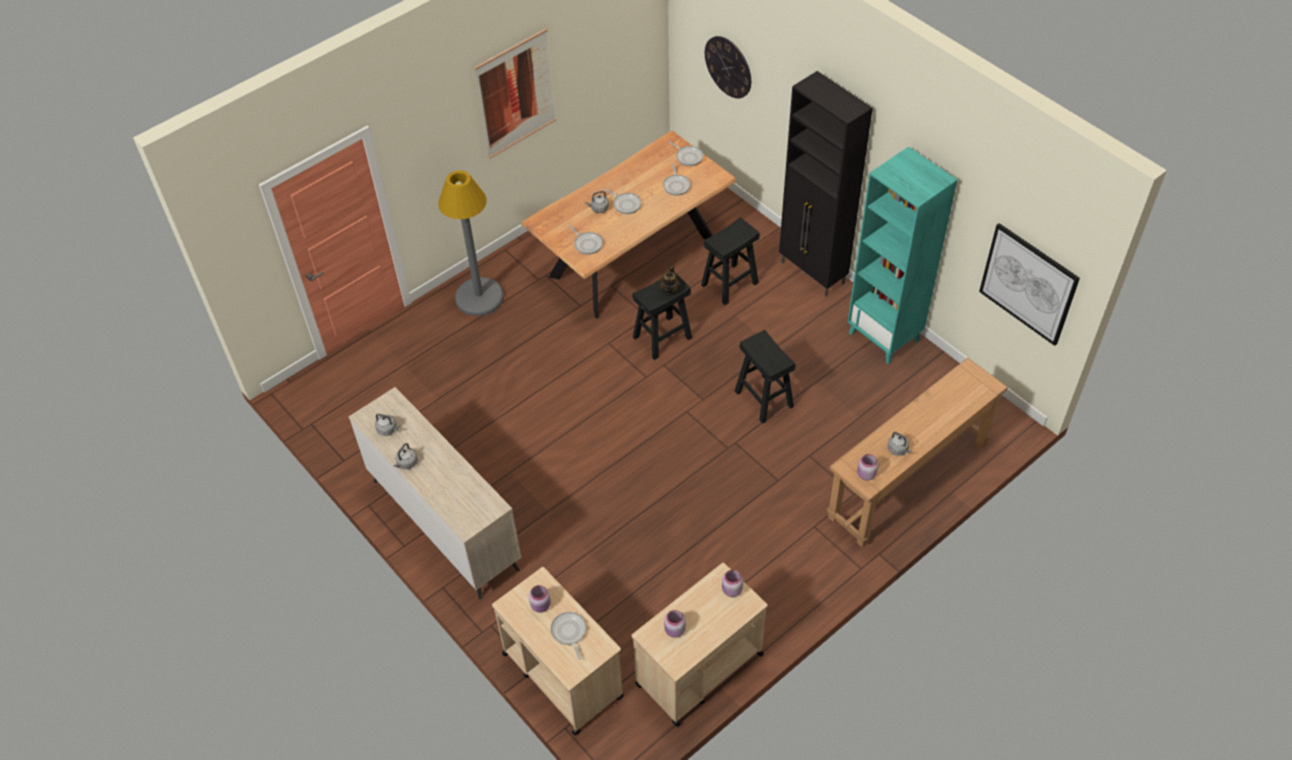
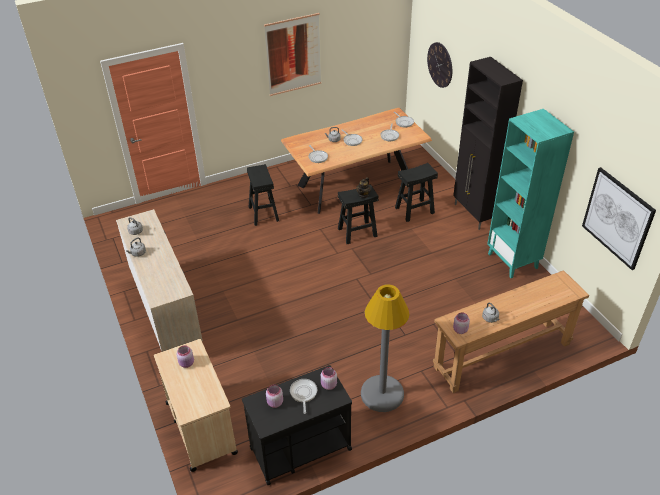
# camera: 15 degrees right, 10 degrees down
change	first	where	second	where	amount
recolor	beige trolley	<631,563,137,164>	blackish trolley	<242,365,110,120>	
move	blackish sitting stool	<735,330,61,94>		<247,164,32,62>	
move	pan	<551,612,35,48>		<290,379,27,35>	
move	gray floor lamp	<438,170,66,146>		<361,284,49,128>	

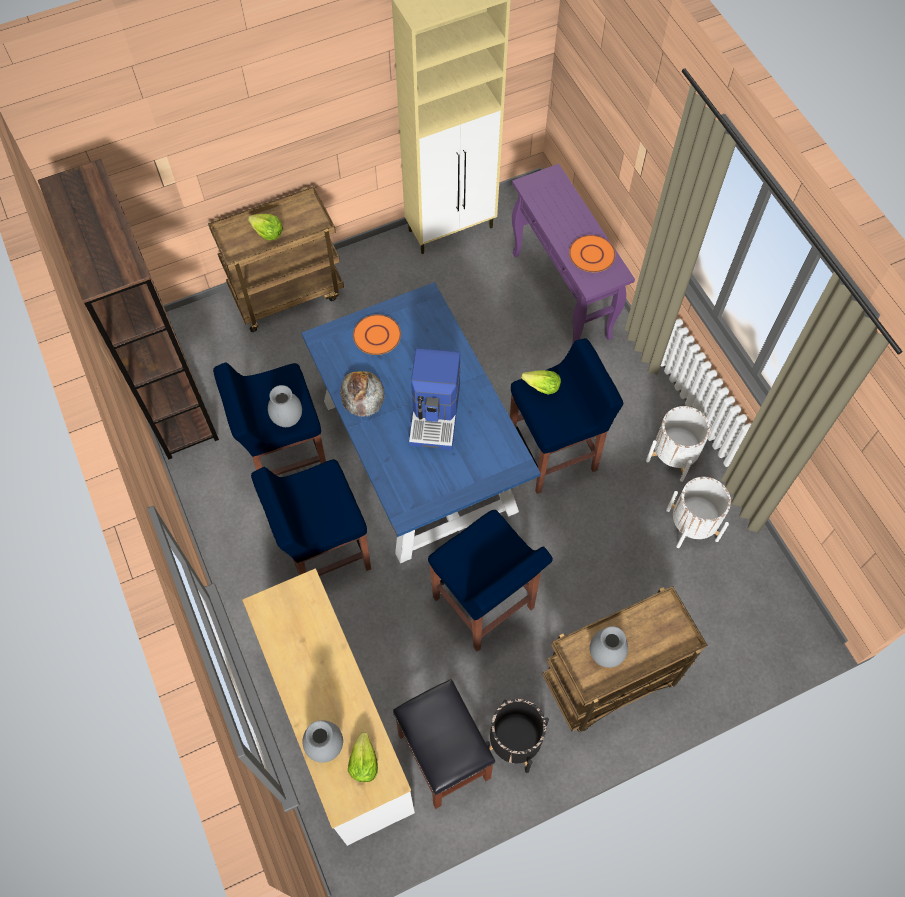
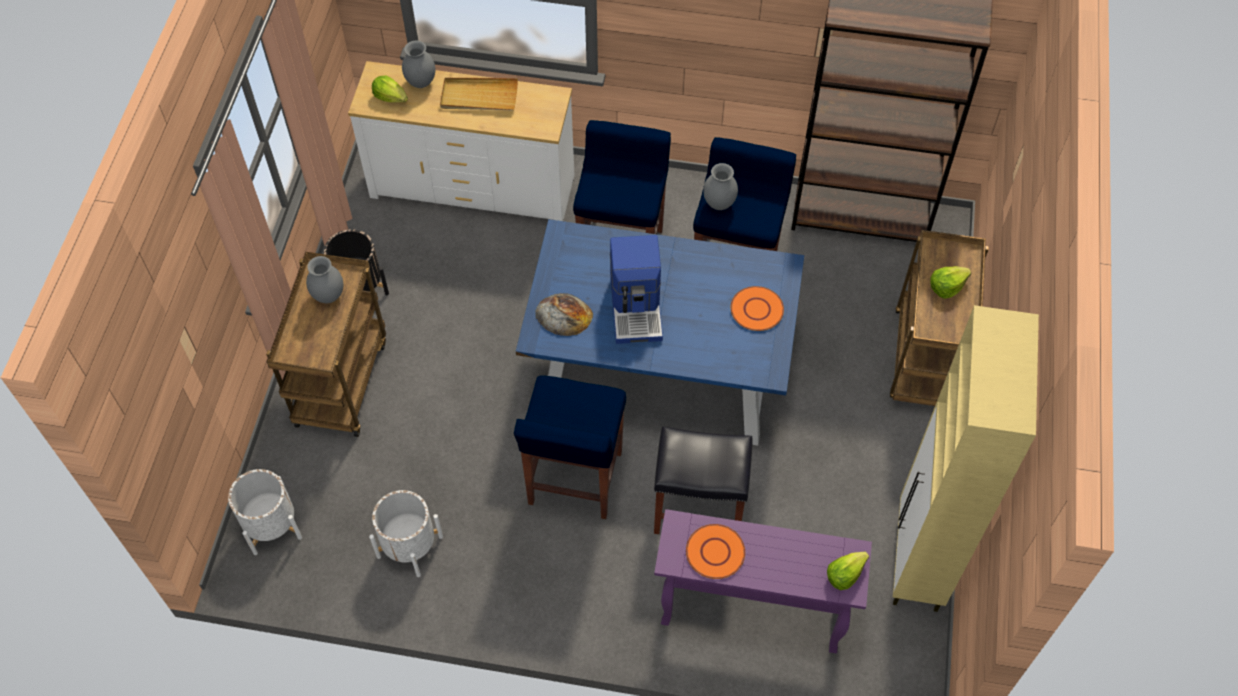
# camera: 125 degrees right, 5 degrees down
change	first	where	second	where	amount
move	white plant pot	<646,406,65,76>		<228,469,74,86>	
insert			beige serving tray	<440,78,78,33>	
move	bakery bread	<340,371,45,46>		<535,293,58,43>	
rotate	coffee maker	<409,348,52,102>		<610,235,53,109>	135 degrees counterclockwise
move	blackish sitting stool	<393,679,102,130>		<654,427,98,107>	
move	lettuce head	<521,370,40,25>		<827,552,42,38>	
delete	blue sitting stool	<428,510,125,142>			

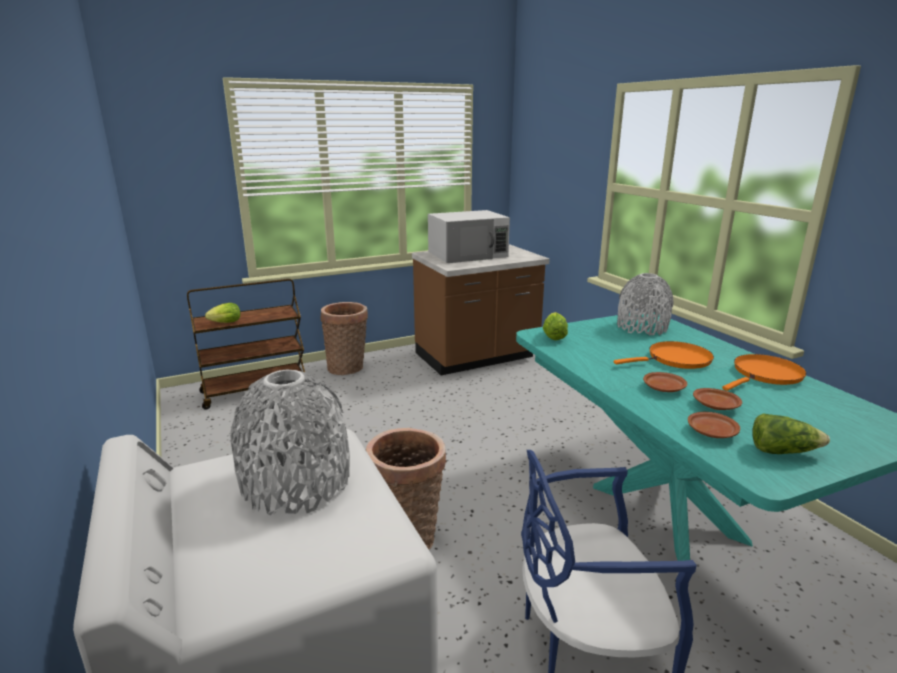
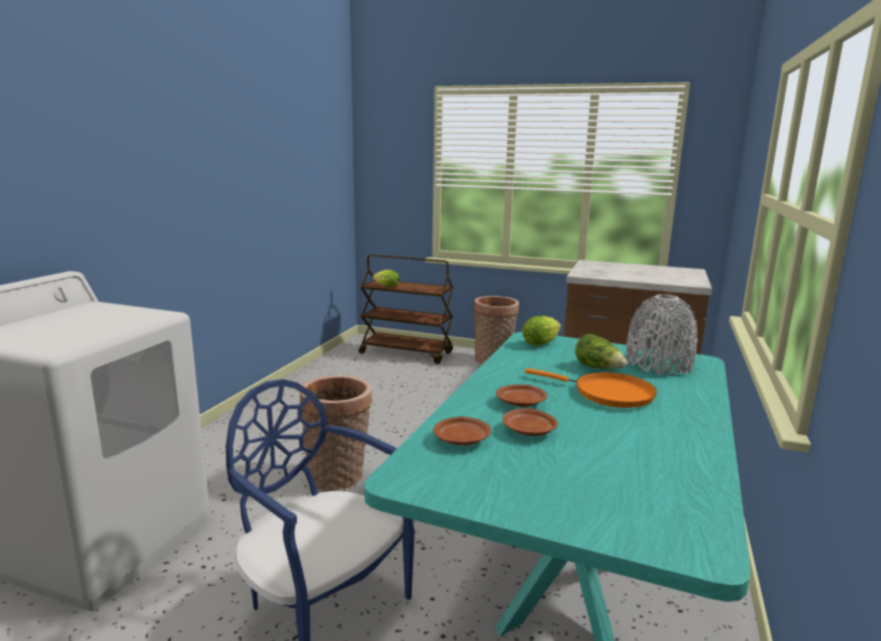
# camera: 45 degrees right, 5 degrees down
change	first	where	second	where	amount
move	lettuce head	<752,413,78,41>		<575,334,52,35>	
delete	gray decorative vase	<230,370,120,146>			
delete	white kitchen microwave	<428,210,82,53>			
delete	orange pan	<722,354,84,37>			

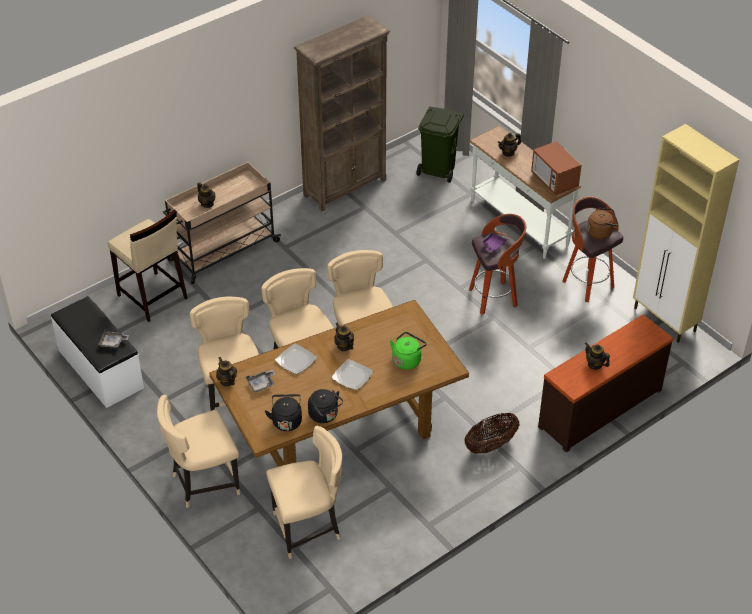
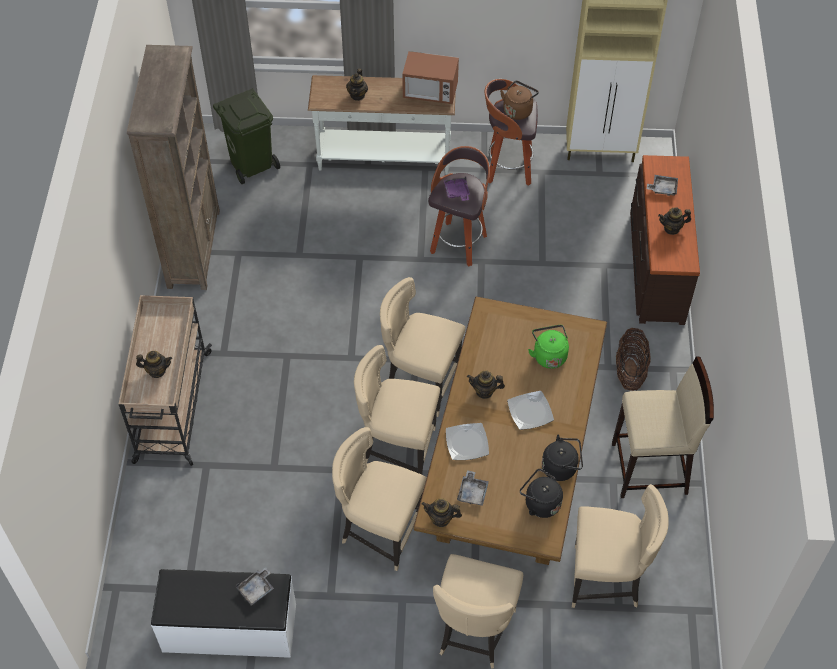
# camera: 50 degrees left, 10 degrees up
change	first	where	second	where	amount
rotate	beige upright chair	<266,426,76,133>		<572,484,97,124>	75 degrees clockwise
move	beige sitting stool	<108,209,79,113>		<612,357,102,141>	
insert			gray serving tray	<647,175,31,21>	

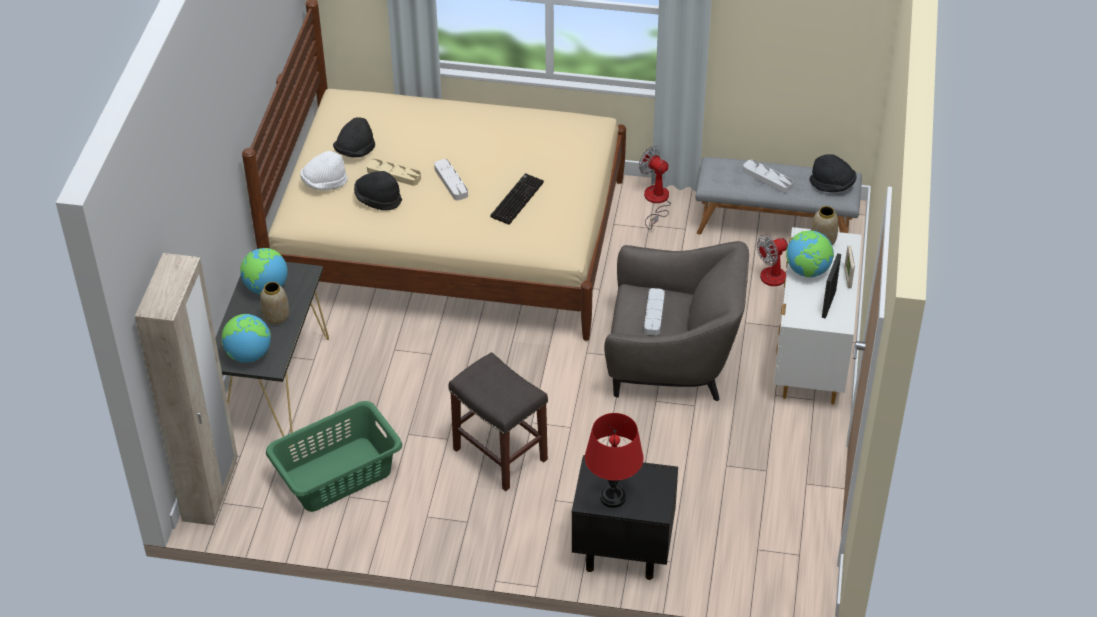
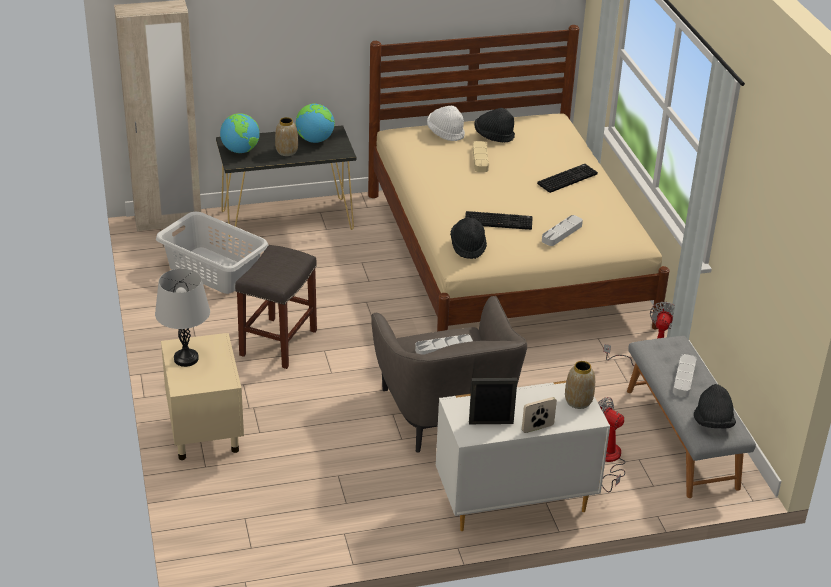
# camera: 65 degrees right, 10 degrees down
change	first	where	second	where	amount
recolor	reddish tabletop lamp	<585,413,59,95>	gray tabletop lamp	<155,269,55,98>	
recolor	greenish washing basket	<266,401,136,111>	gray washing basket	<156,212,113,82>	
recolor	blackish nightstand	<572,455,106,125>	beige nightstand	<161,333,83,127>	
move	blackish clothing hat	<354,171,48,39>		<450,218,37,41>	
insert			PC keyboard	<537,164,61,29>	
move	gray serving tray	<434,159,34,42>		<542,215,41,31>	
delete	world globe	<786,230,48,47>			

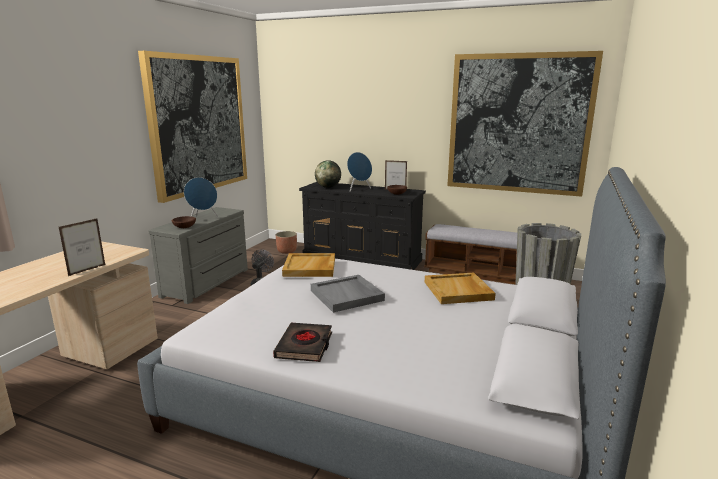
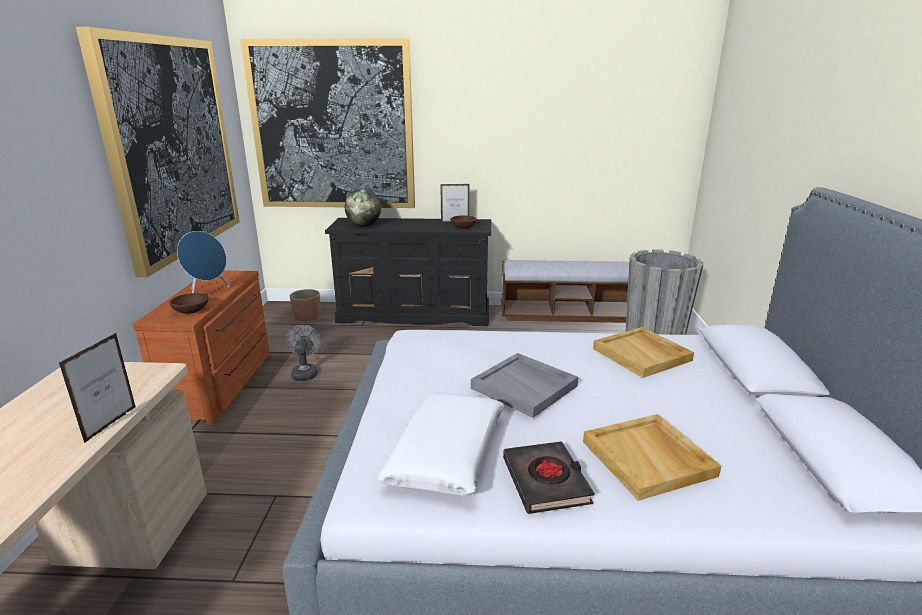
# camera: 20 degrees left, 5 degrees up
change	first	where	second	where	amount
recolor	gray dresser	<149,207,99,97>	brown-coloured dresser	<133,270,137,154>	
move	wall art	<447,51,156,146>		<240,38,175,170>	
insert			white throw pillow	<377,393,128,103>	
move	beige serving tray	<282,253,53,24>		<583,414,138,87>	
delete	blue audio speaker	<347,152,25,40>			

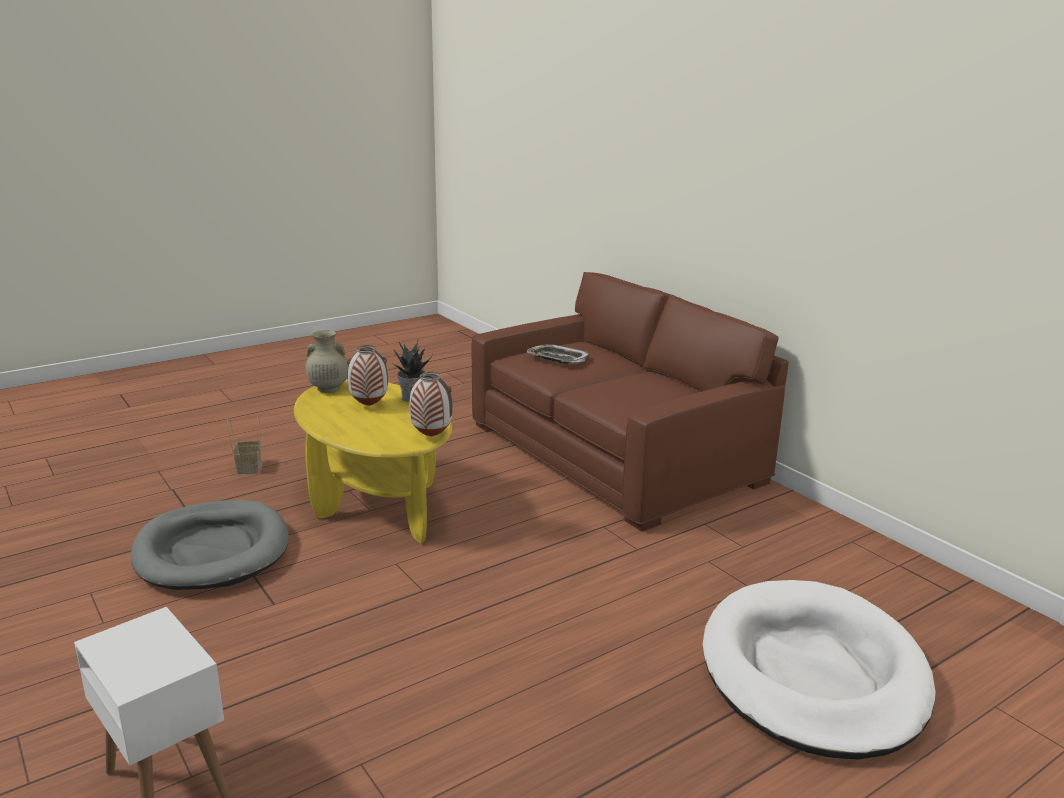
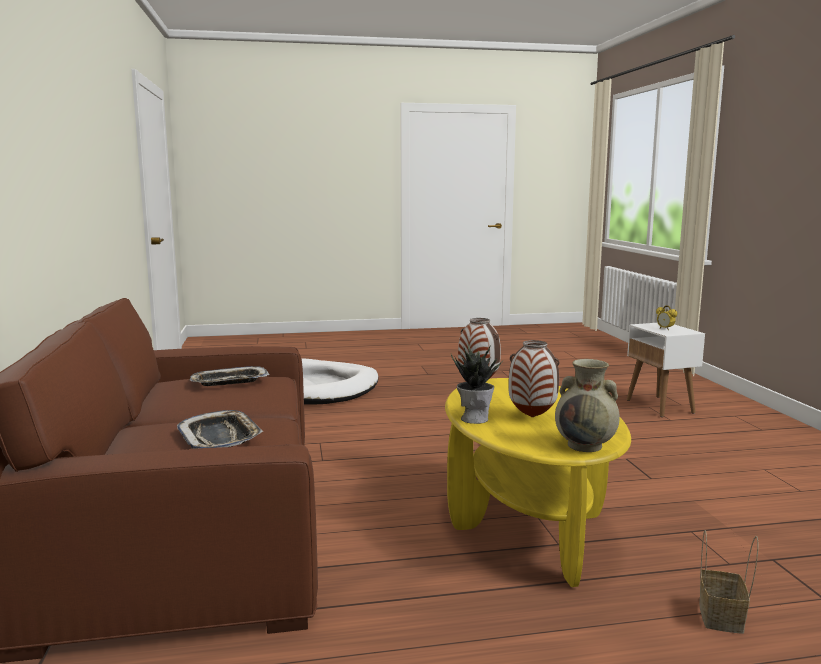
# camera: 155 degrees left, 10 degrees down
change	first	where	second	where	amount
insert			serving tray	<189,366,81,20>	
insert			alarm clock	<656,305,21,25>	
delete	gray dog bed	<131,500,158,90>			

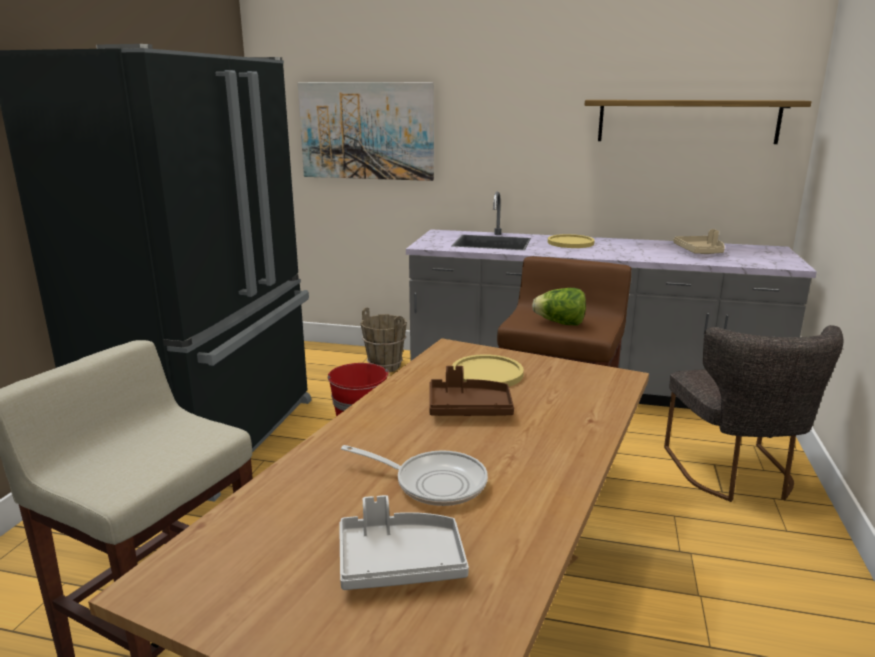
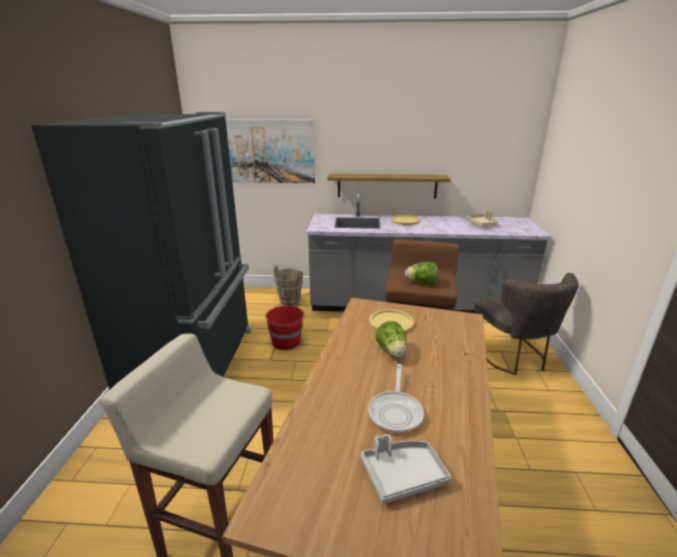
# camera: 10 degrees left, 5 degrees up
change	first	where	second	where	amount
move	bracket shelf	<584,100,228,44>		<328,174,123,25>	
rotate	pan	<341,445,147,61>		<368,364,56,69>	90 degrees clockwise
replace	brown-coloured serving tray	<429,366,85,50>	lettuce head	<376,321,31,37>	

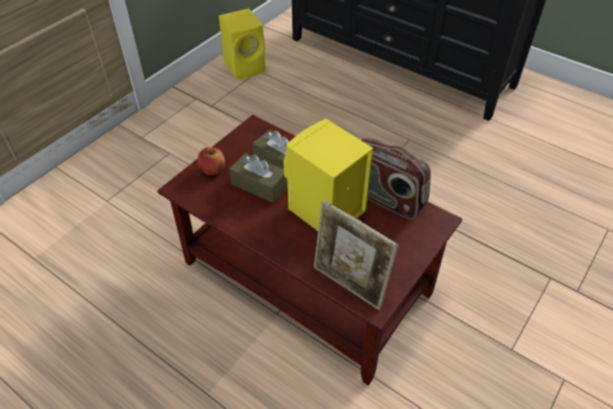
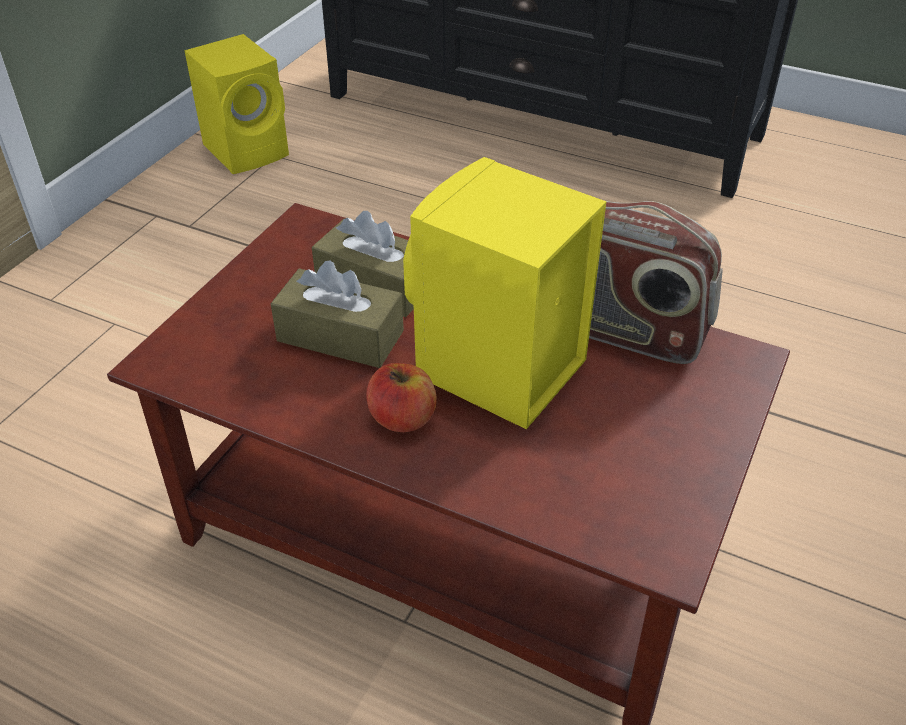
# camera: 10 degrees left, 5 degrees down
change	first	where	second	where	amount
move	whole apple	<198,147,27,28>		<366,363,71,69>	
delete	standing frame	<314,200,85,110>			

